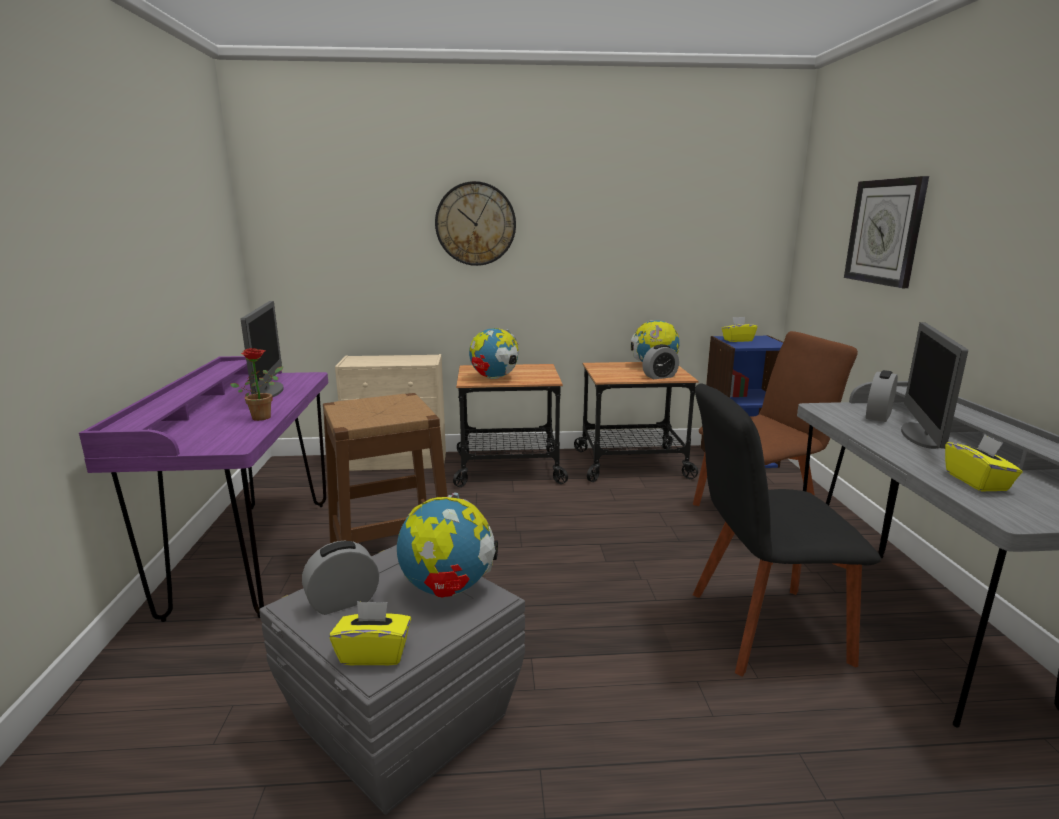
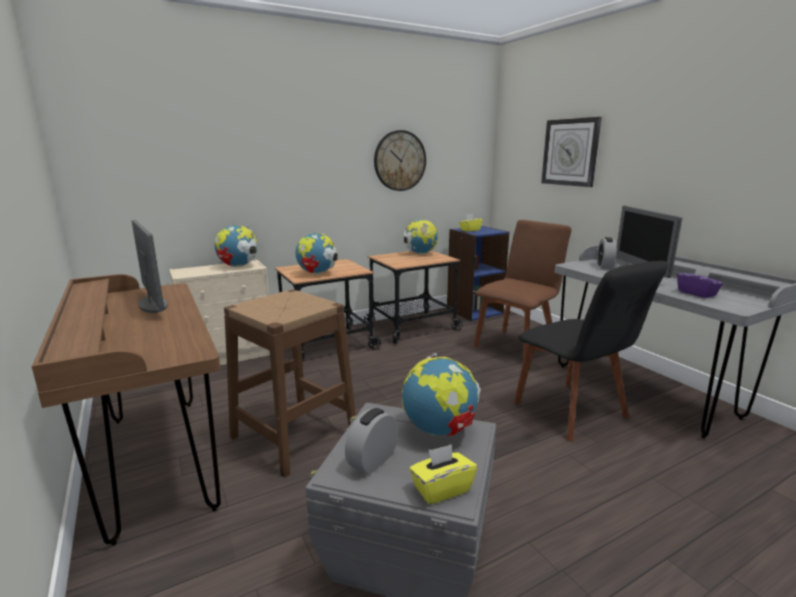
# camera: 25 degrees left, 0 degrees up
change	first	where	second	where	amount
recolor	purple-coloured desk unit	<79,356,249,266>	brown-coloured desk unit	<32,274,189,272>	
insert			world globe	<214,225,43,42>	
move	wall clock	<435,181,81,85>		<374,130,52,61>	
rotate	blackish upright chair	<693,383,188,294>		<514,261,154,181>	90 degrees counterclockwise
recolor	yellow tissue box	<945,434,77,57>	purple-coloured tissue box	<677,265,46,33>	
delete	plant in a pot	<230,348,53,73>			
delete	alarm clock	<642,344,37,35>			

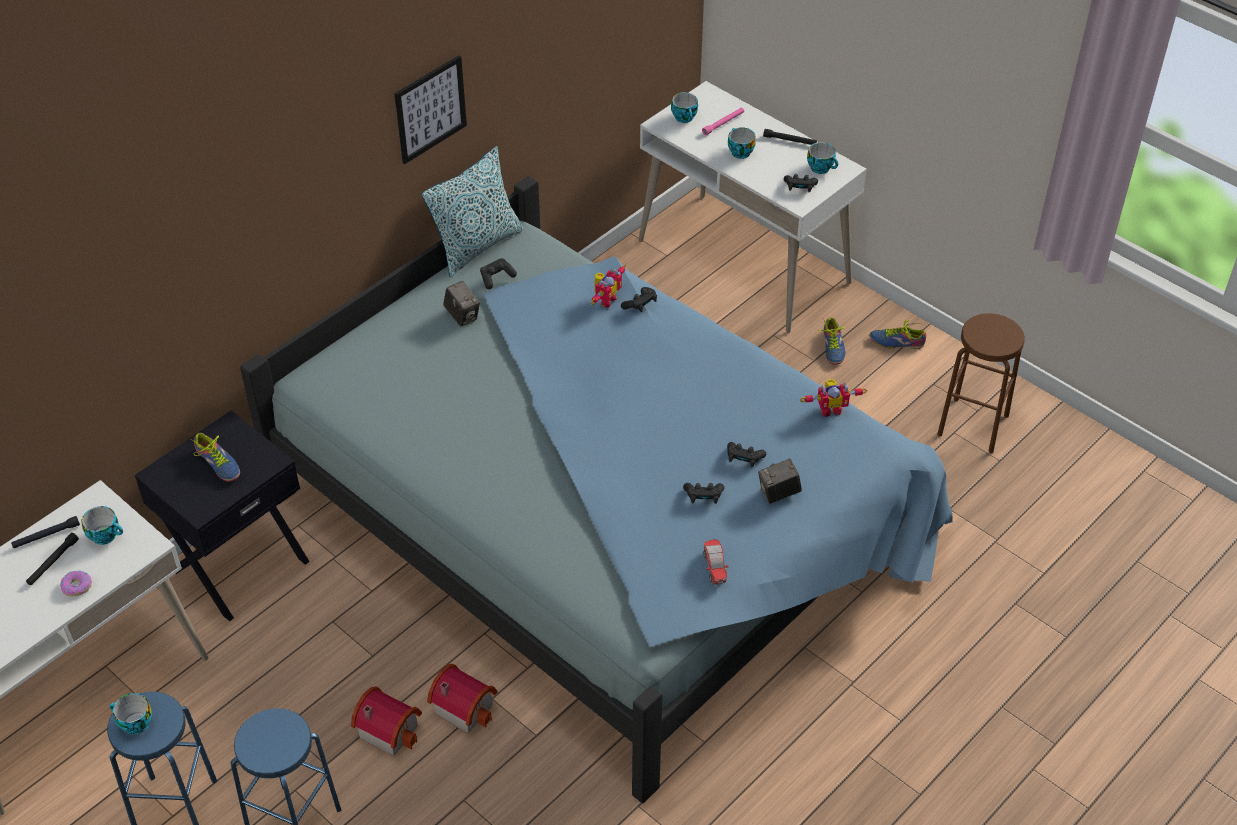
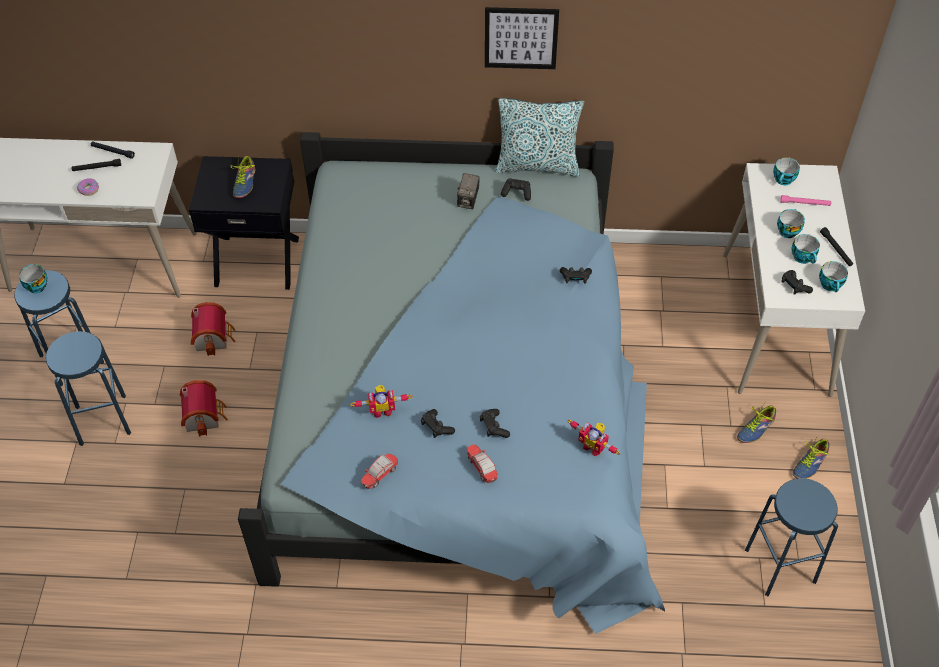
# camera: 50 degrees right, 5 degrees up
change	first	where	second	where	amount
move	miniature house	<427,664,70,70>		<191,302,45,54>	
move	robot figure	<591,265,35,42>		<350,385,62,33>	
replace	still camera	<758,459,44,45>	model car	<467,444,31,39>	
recolor	brown-coloured sitting stool	<937,313,88,140>	blue sitting stool	<745,478,93,118>	
move	drinking cup	<81,506,42,39>		<792,234,28,30>	
rotate	item of footwear	<870,320,56,29>		<793,436,36,43>	105 degrees counterclockwise

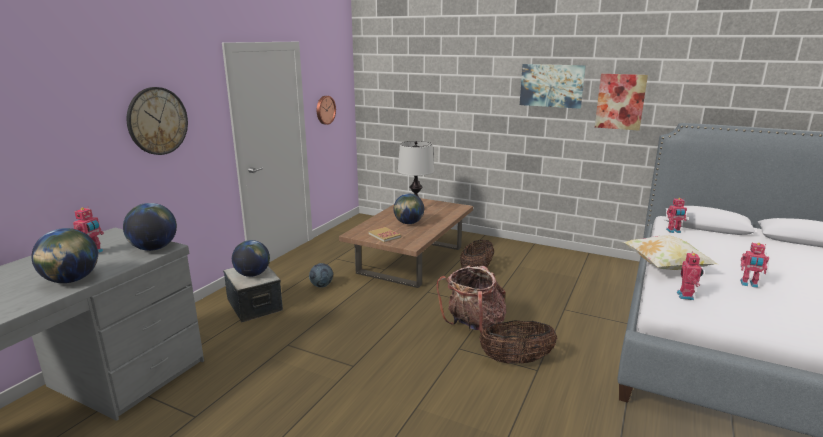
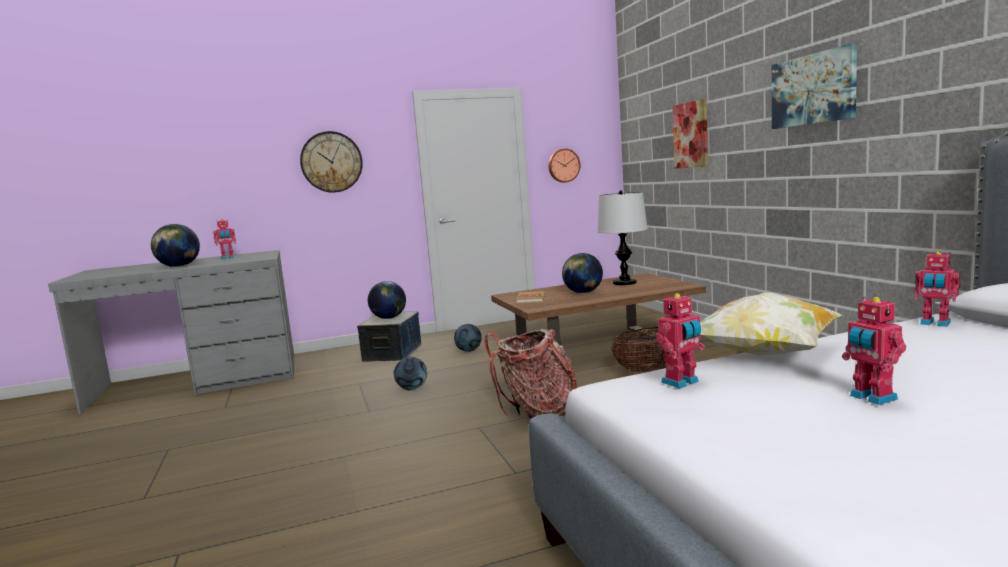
# camera: 45 degrees right, 10 degrees down
change	first	where	second	where	amount
insert			football ball	<394,357,33,33>	
move	wall art	<595,74,53,57>		<672,99,36,70>	
delete	world globe	<123,203,54,48>			
delete	household basket	<479,320,78,44>			

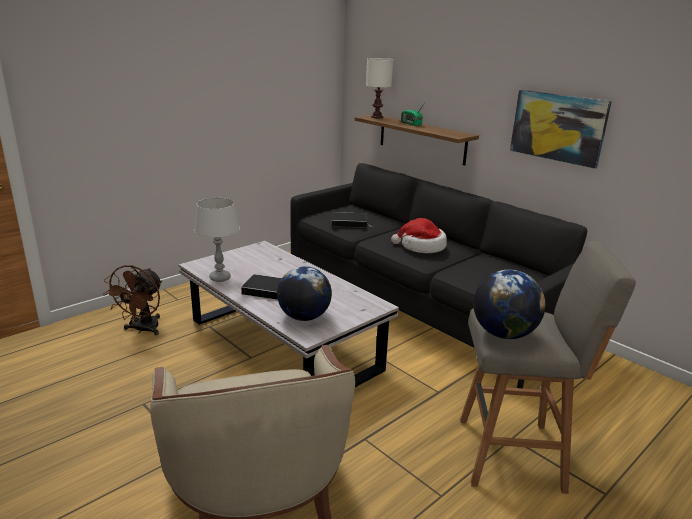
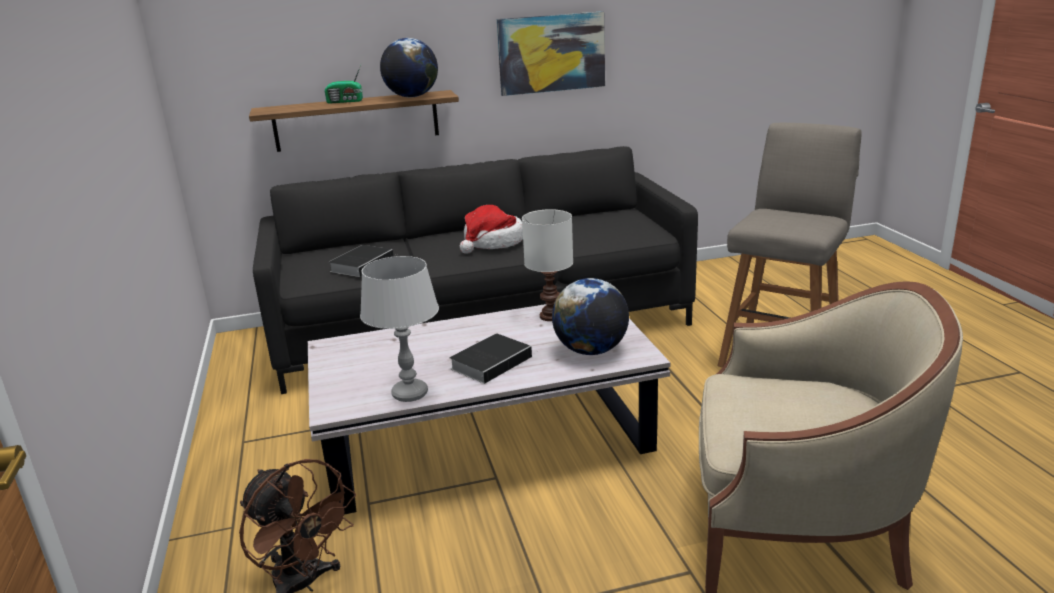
# camera: 60 degrees left, 0 degrees up
change	first	where	second	where	amount
move	world globe	<473,270,72,69>		<380,38,58,59>	
move	white tabletop lamp	<366,58,27,60>		<522,209,51,112>	

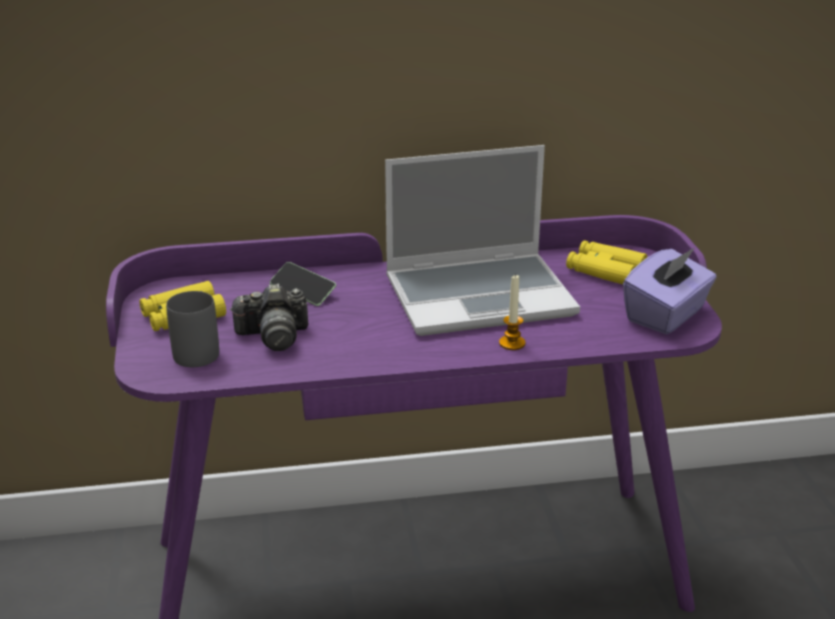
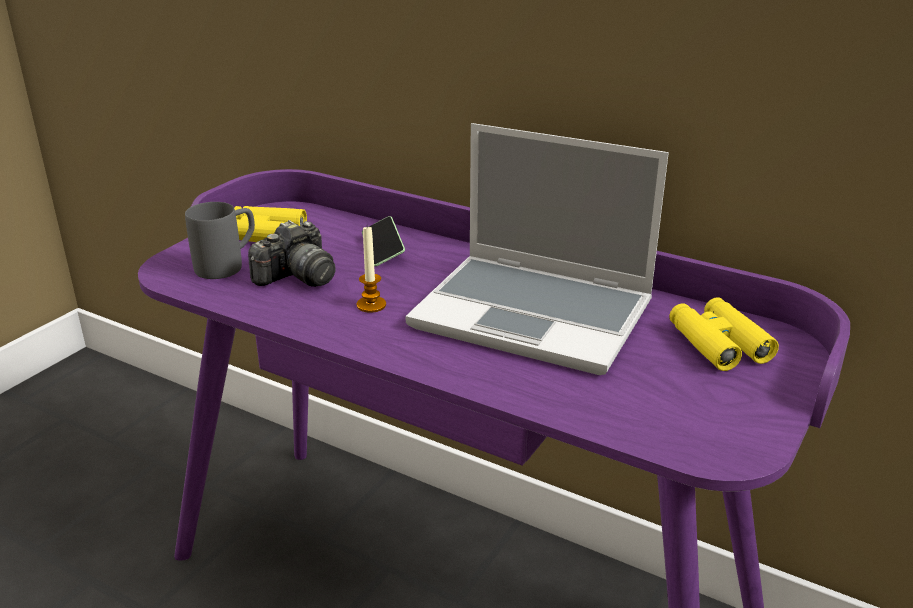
# camera: 40 degrees right, 0 degrees up
change	first	where	second	where	amount
rotate	still camera	<230,283,78,68>		<248,220,88,67>	75 degrees counterclockwise
move	wax candle	<499,274,27,76>		<357,226,29,87>	
delete	purple-coloured tissue box	<623,248,94,86>			

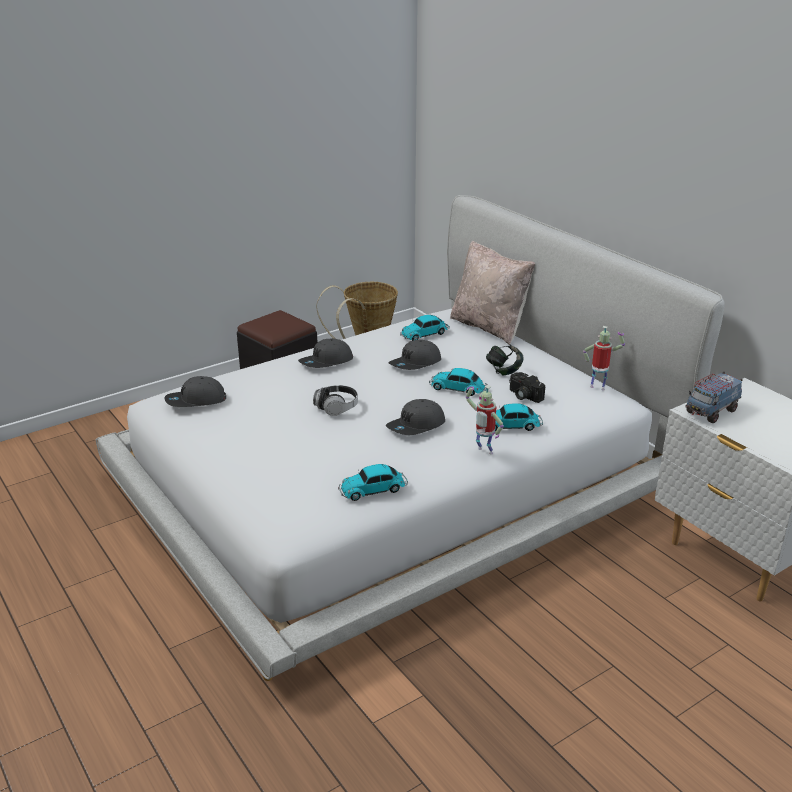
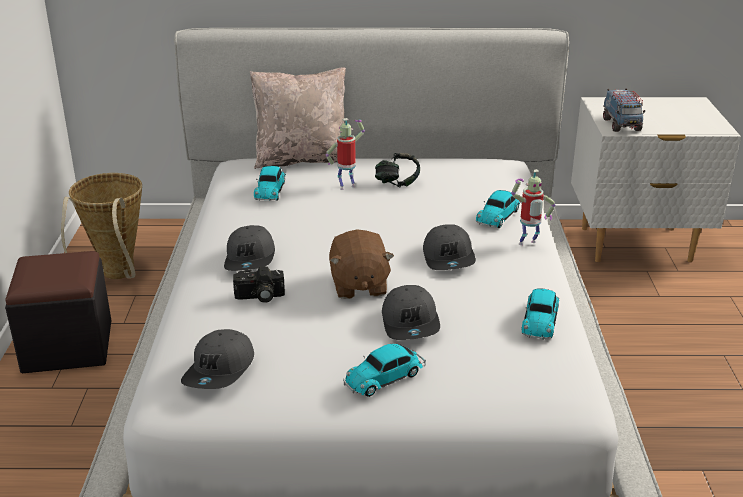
# camera: 55 degrees left, 0 degrees up
change	first	where	second	where	amount
move	still camera	<509,372,36,31>		<233,266,52,37>	
move	robot figure	<583,326,42,64>		<326,118,39,72>	
replace	pair of headphones	<313,385,45,31>	brown-coloured cuddly toy	<329,230,65,69>	
move	model car	<429,368,59,28>		<343,344,83,53>	
move	gray peaked cap	<389,340,52,30>		<382,285,58,55>	

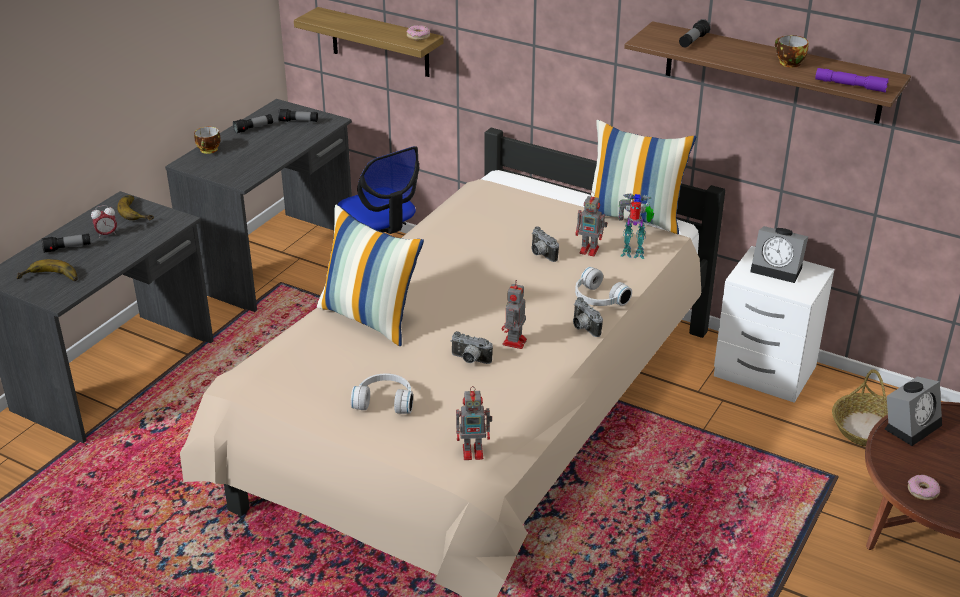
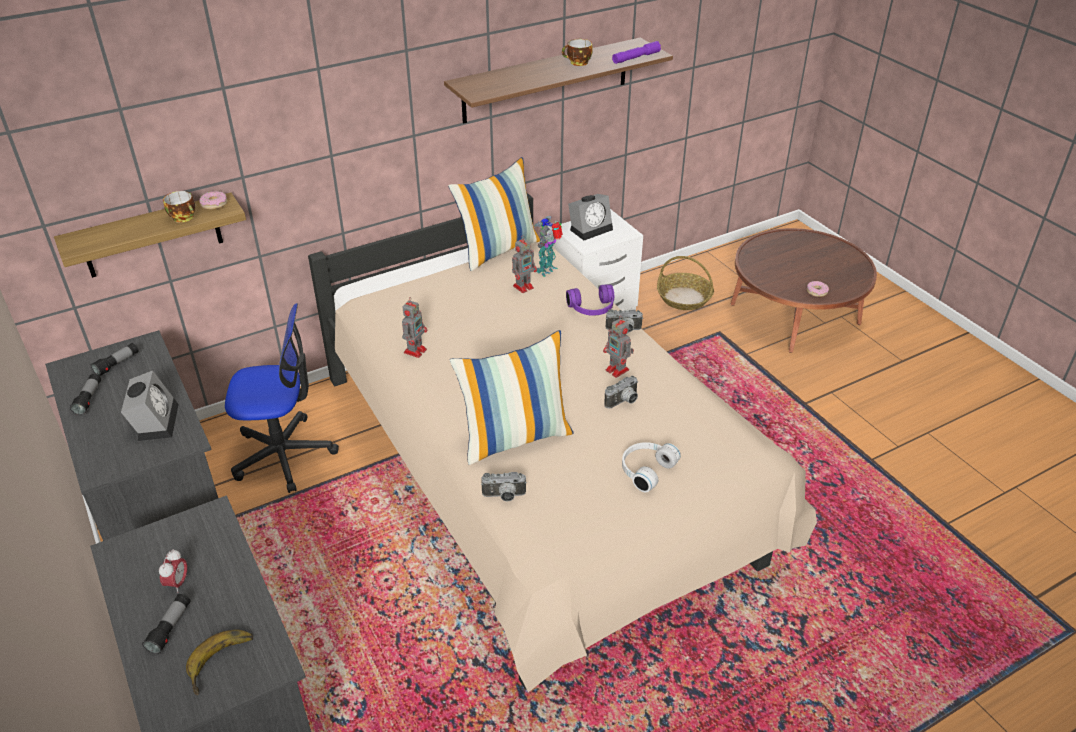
# camera: 60 degrees left, 5 degrees up
change	first	where	second	where	amount
move	alarm clock	<885,376,57,70>		<121,371,58,70>	
move	drinking cup	<194,127,27,27>		<163,191,32,32>	
move	robot figure	<456,386,36,74>		<402,298,25,60>	
move	still camera	<532,227,27,35>		<481,472,46,30>	
recolor	white pair of headphones	<575,267,57,39>	purple-coloured pair of headphones	<566,284,48,32>	
delete	banana fruit	<117,195,37,26>			
delete	flashlight	<679,19,32,28>			

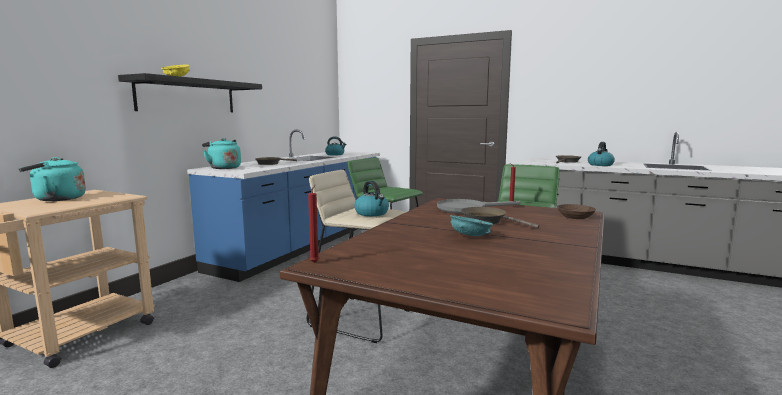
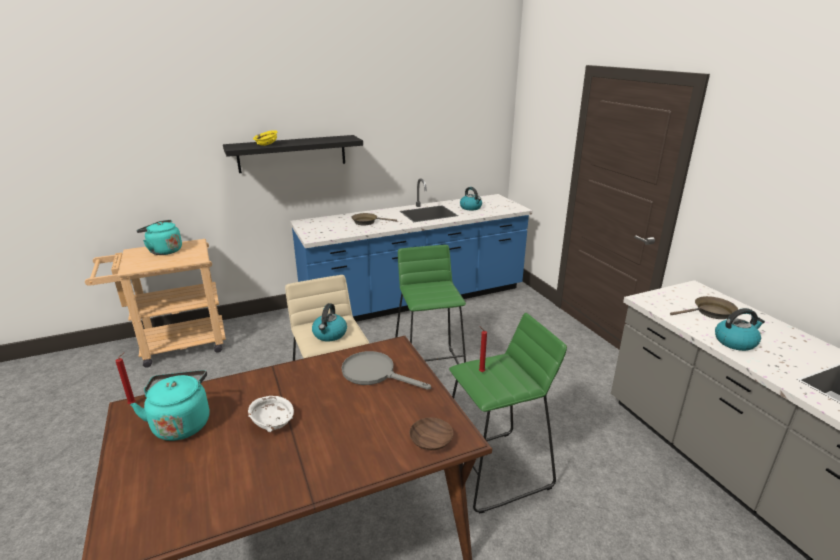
# camera: 40 degrees right, 15 degrees up
change	first	where	second	where	amount
move	turquoise water kettle	<202,138,39,31>		<131,370,78,71>	
recolor	turquoise bowl	<450,215,44,21>	white bowl	<248,396,46,36>	
delete	brown-coloured pan	<461,207,78,21>			

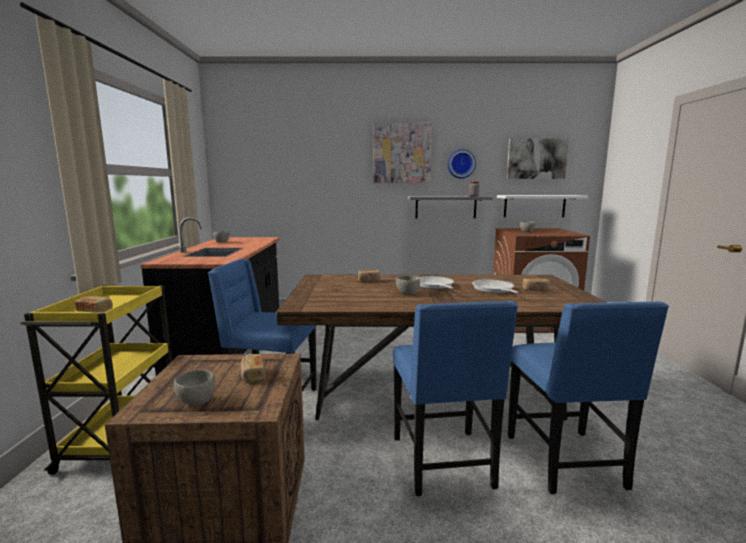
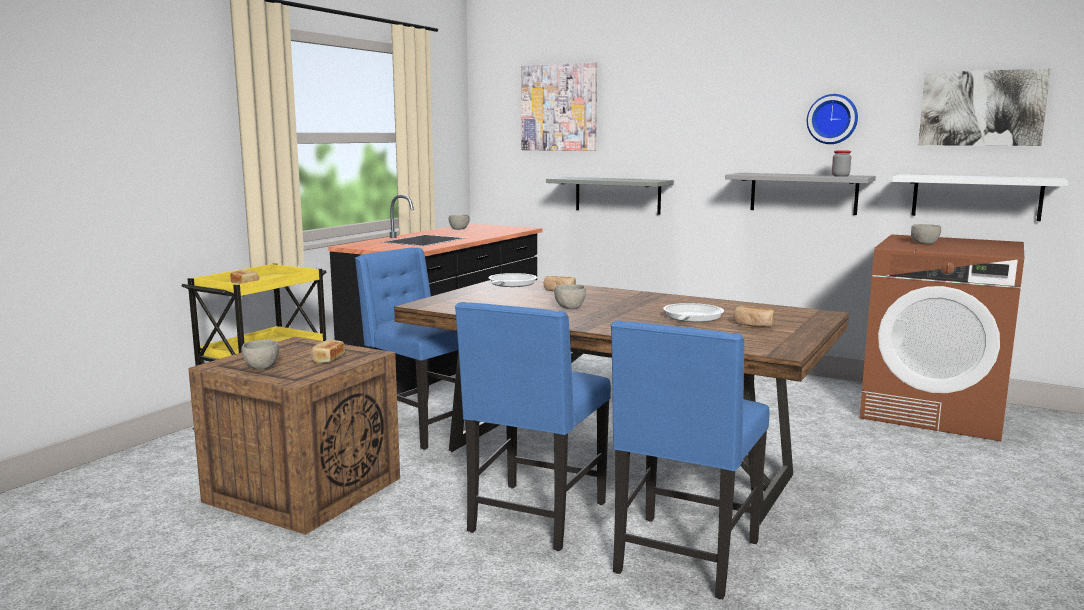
# camera: 30 degrees right, 0 degrees up
change	first	where	second	where	amount
move	pan	<419,276,35,13>		<488,273,49,14>	
move	wall art	<374,123,58,60>		<521,62,76,89>	
insert			gray bracket shelf	<546,177,128,38>	

